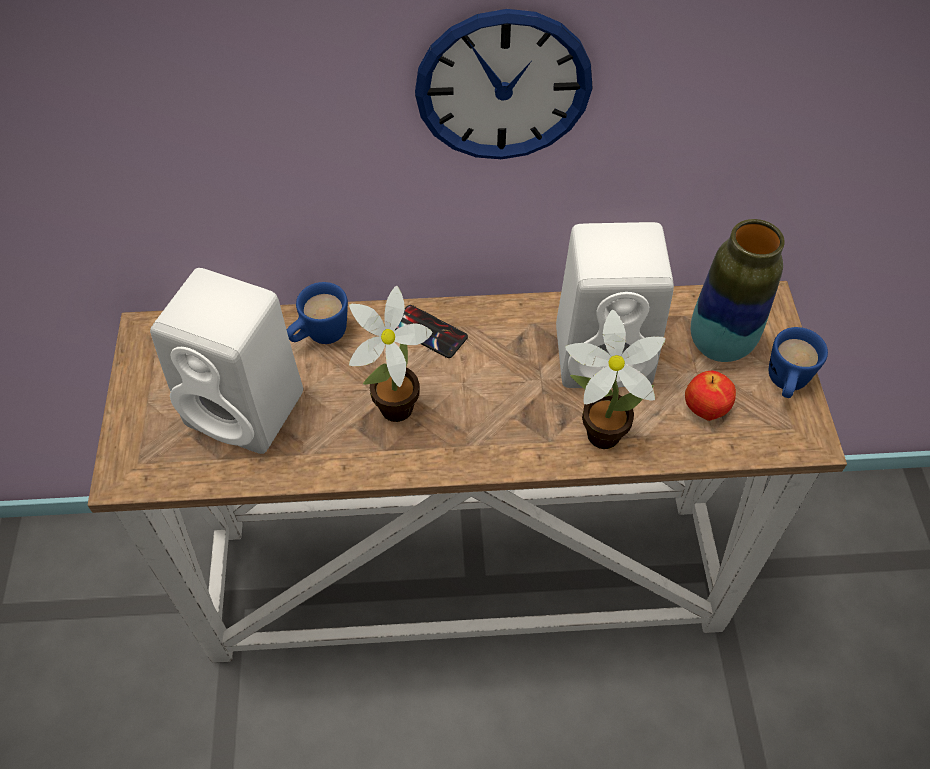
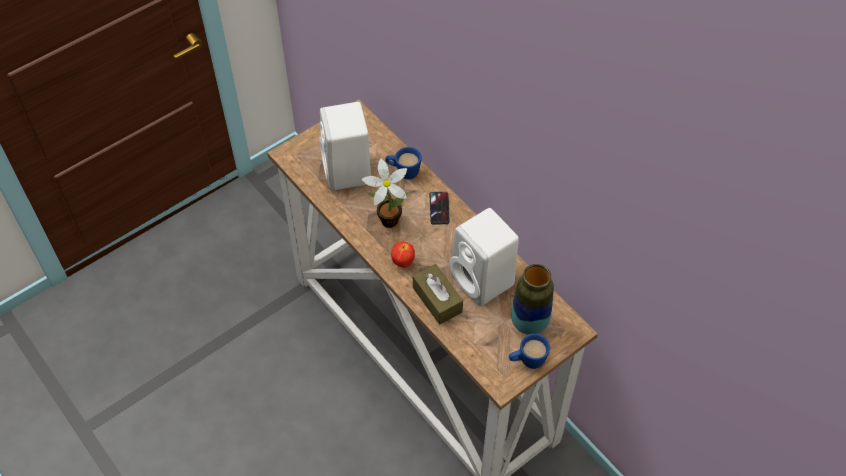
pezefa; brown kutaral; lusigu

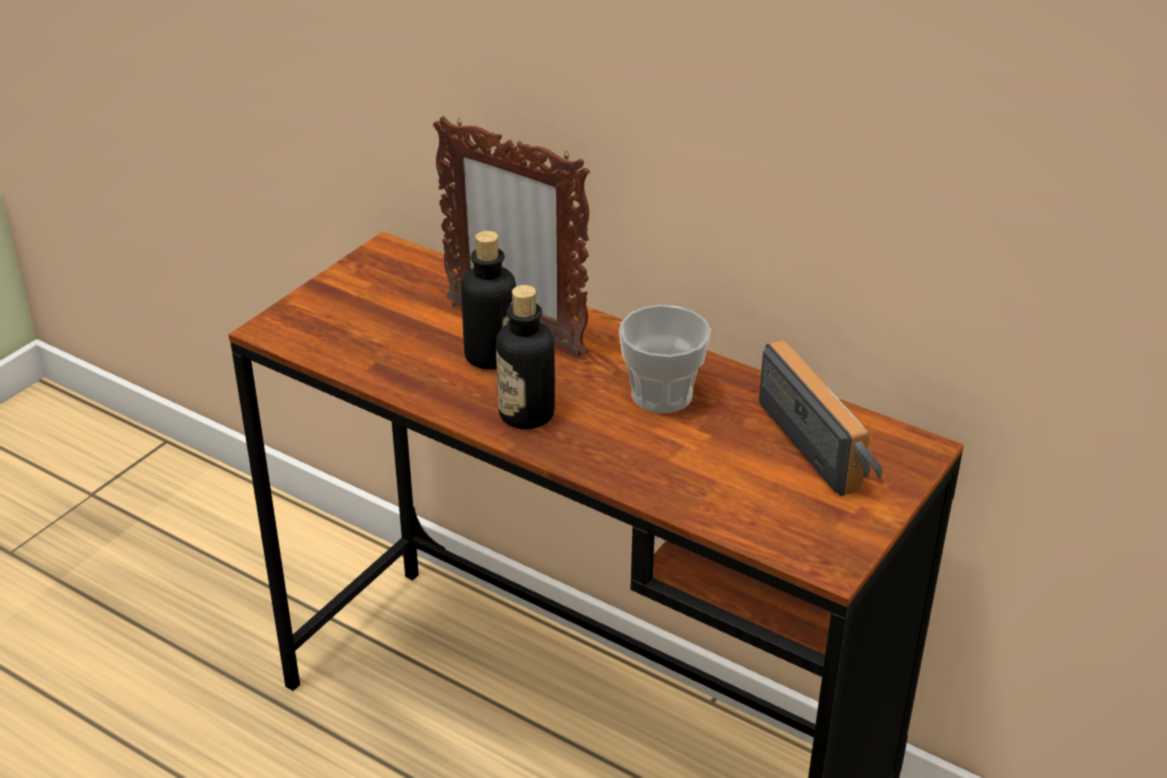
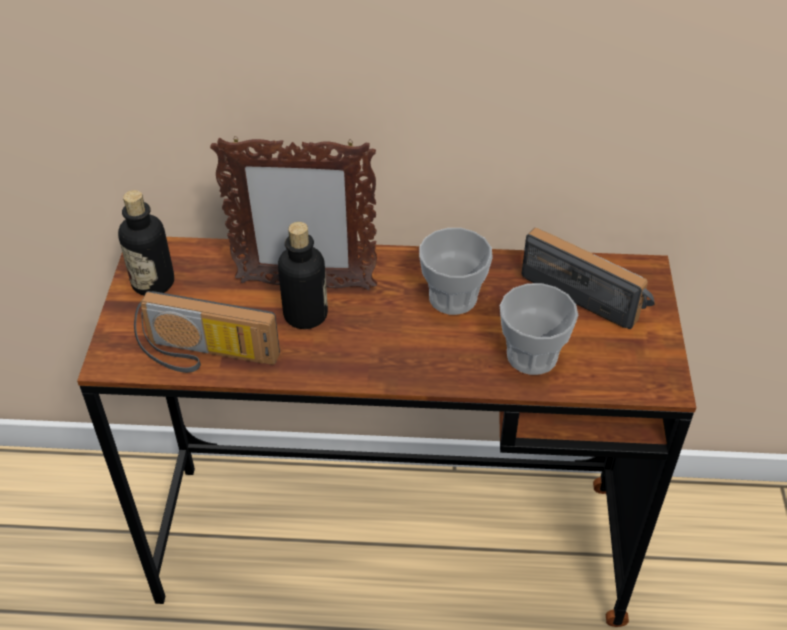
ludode (no. 1 from left); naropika (no. 2 from left); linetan (no. 1 from left)

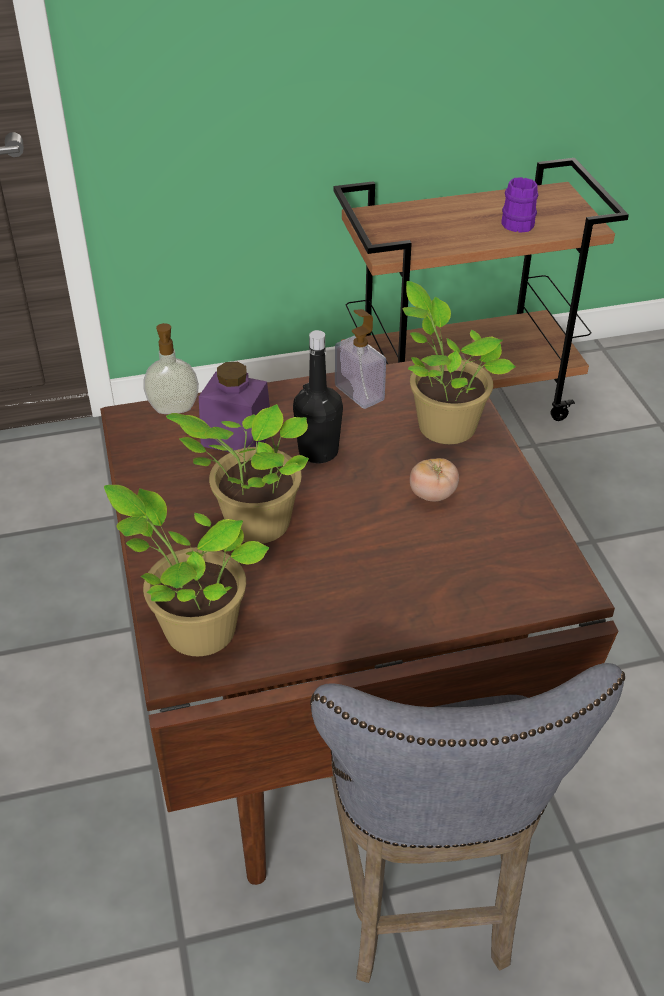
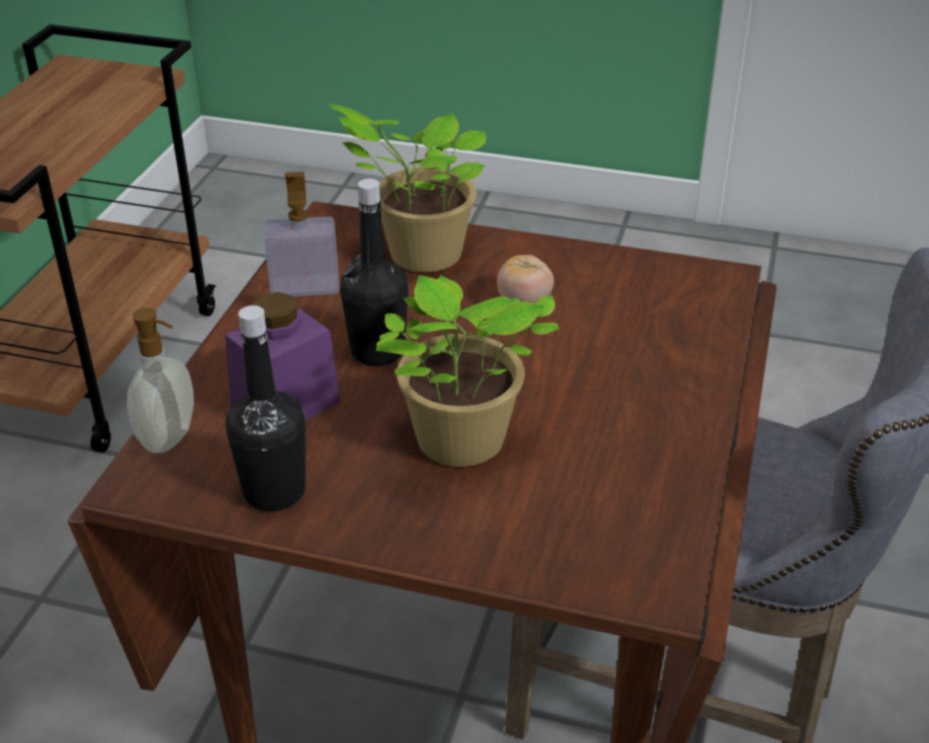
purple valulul; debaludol (no. 1 from left in the first image); black ludode (no. 1 from left)

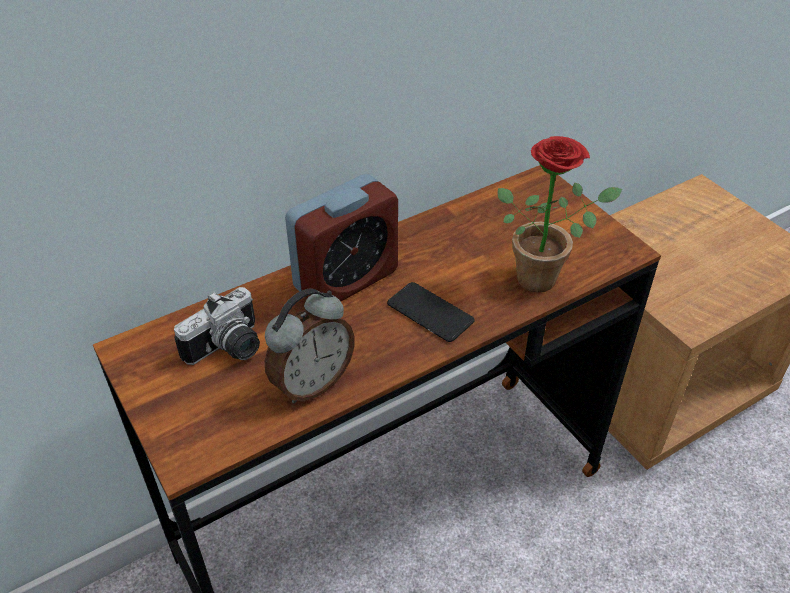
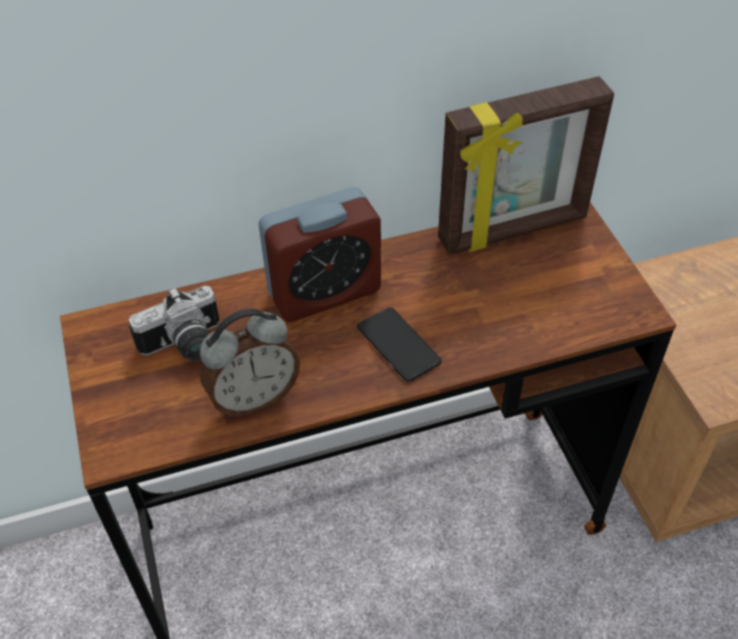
debaludol; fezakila

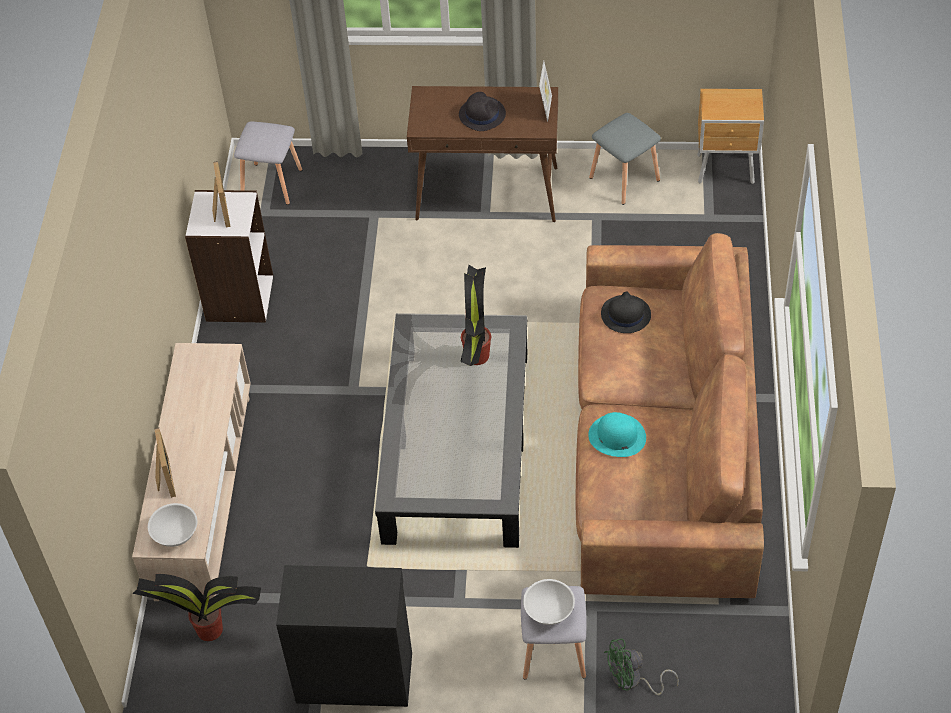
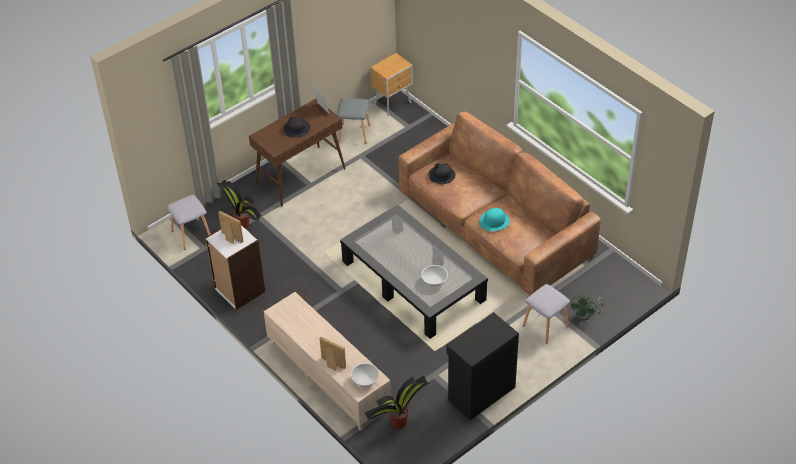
debaludol (no. 1 from left); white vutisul (no. 2 from left)

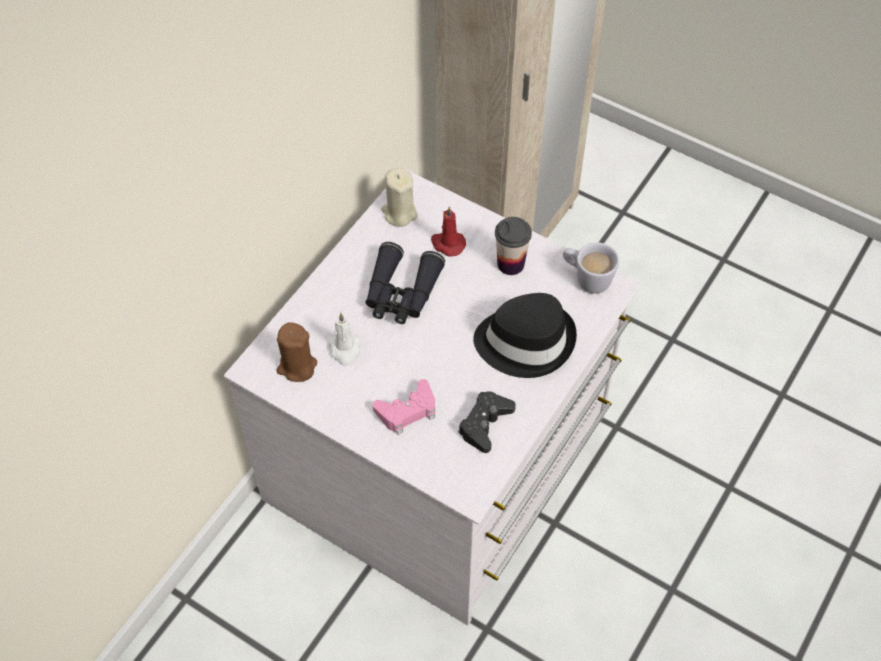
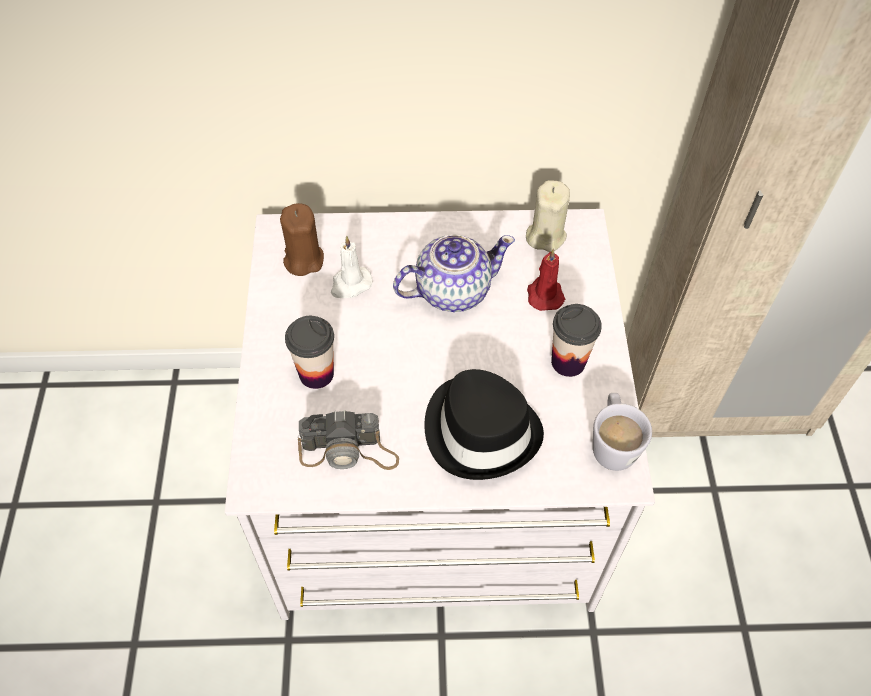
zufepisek; naropika (no. 1 from left); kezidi

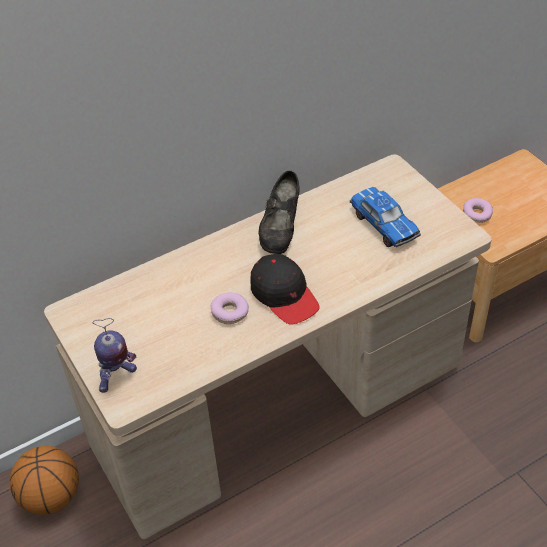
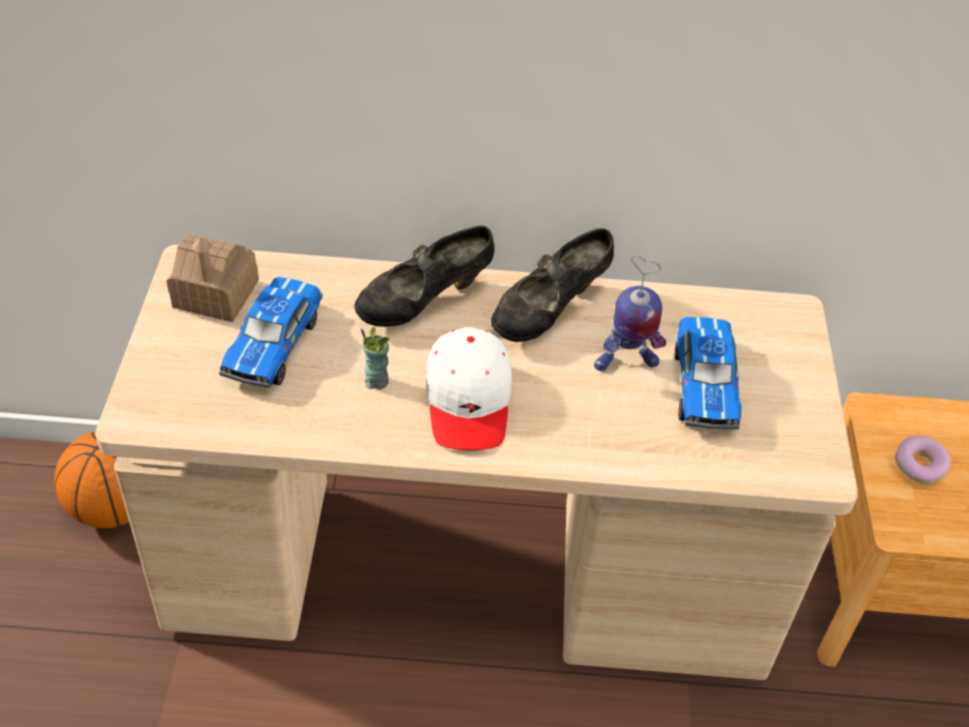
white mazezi; naropika; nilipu; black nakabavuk (no. 1 from left); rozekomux; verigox (no. 1 from left)

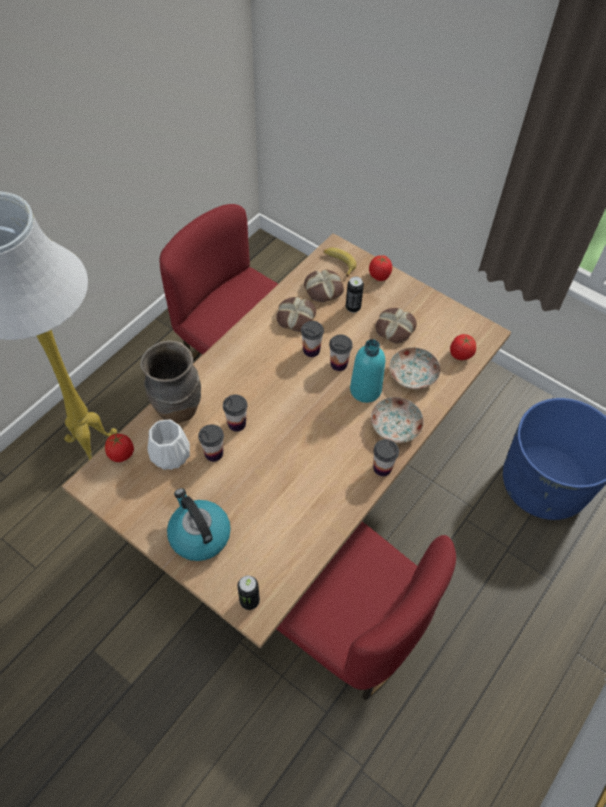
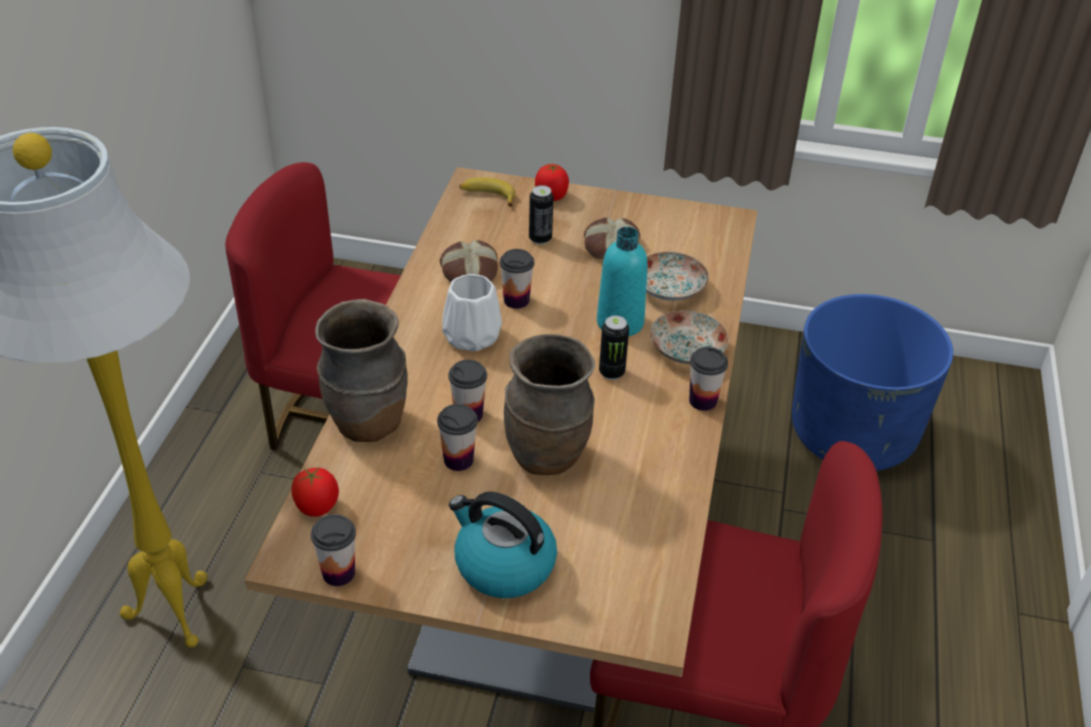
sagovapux (no. 2 from left in the first image); naropika (no. 1 from left); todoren (no. 3 from left in the first image); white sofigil; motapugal (no. 2 from left); brown sofigil (no. 2 from left)

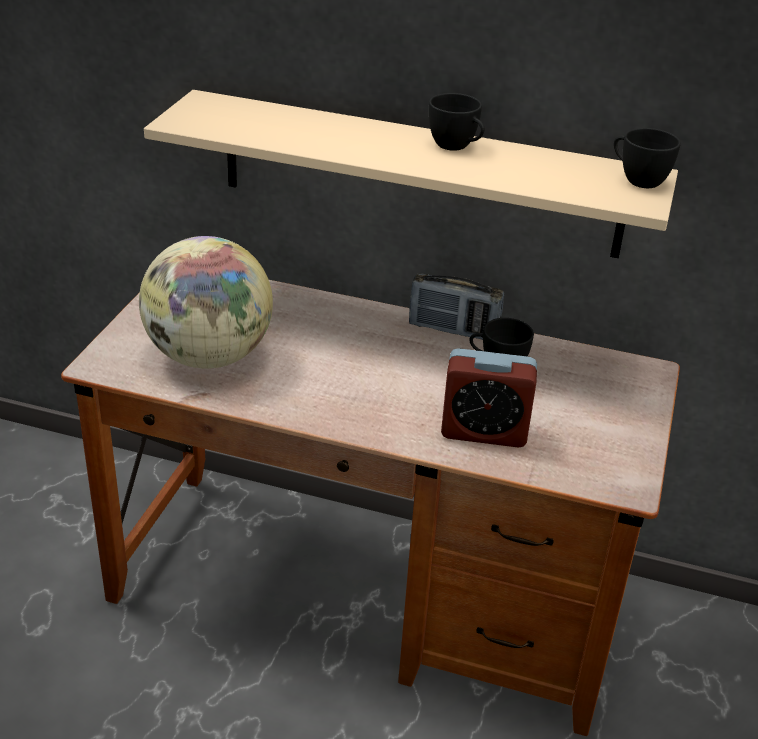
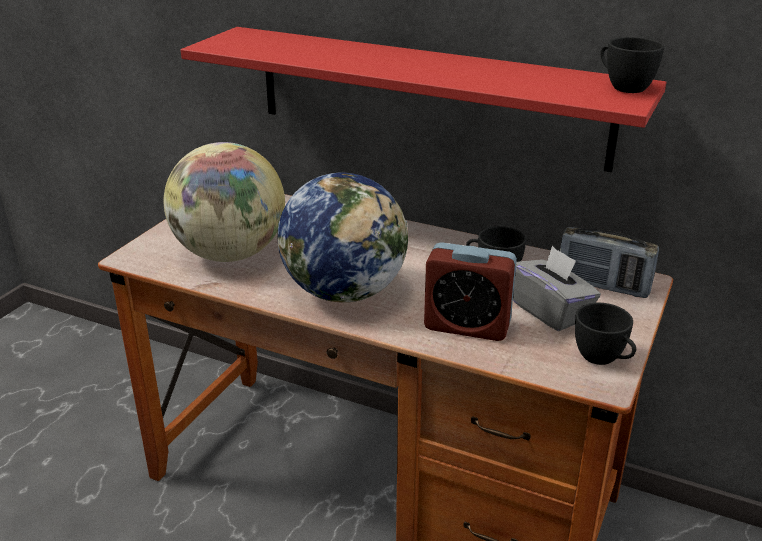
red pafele; black naropika (no. 2 from left); linetan; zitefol (no. 2 from left); grey kutaral

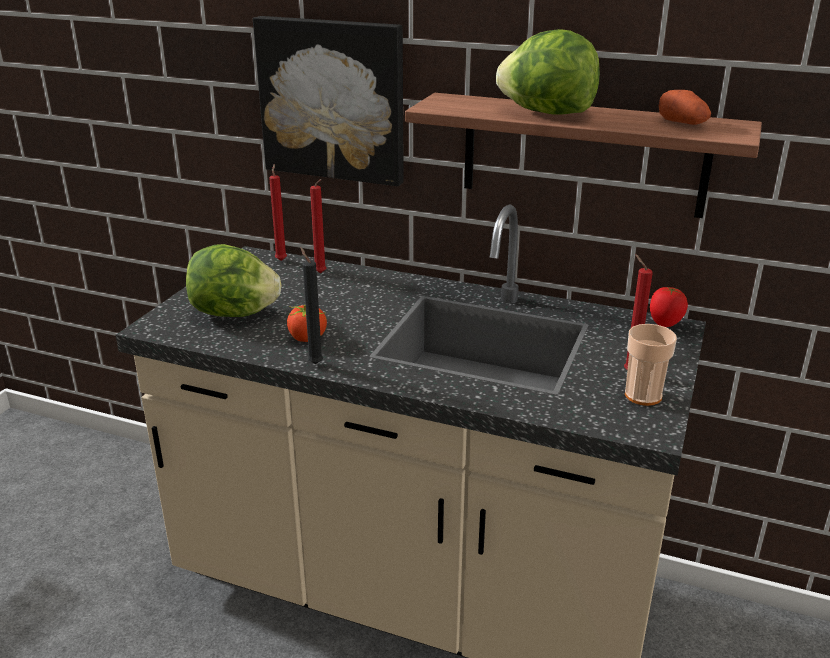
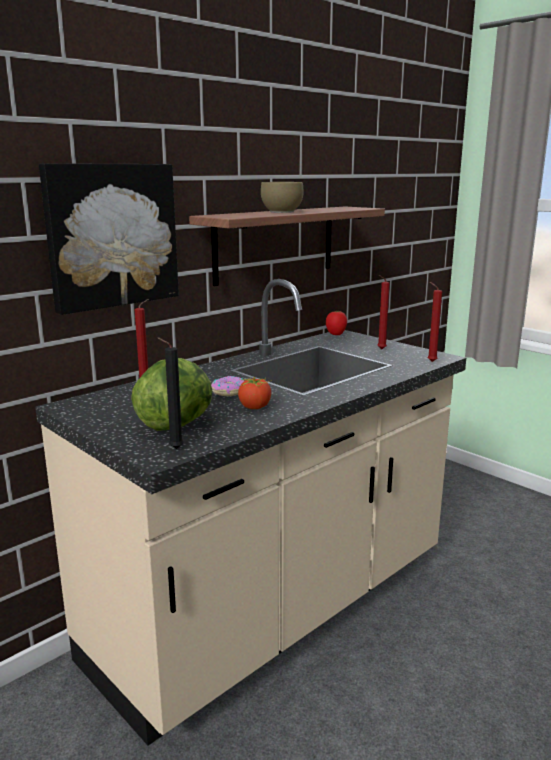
brown vutisul; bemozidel; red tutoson (no. 3 from left); black tutoson; naropika; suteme

